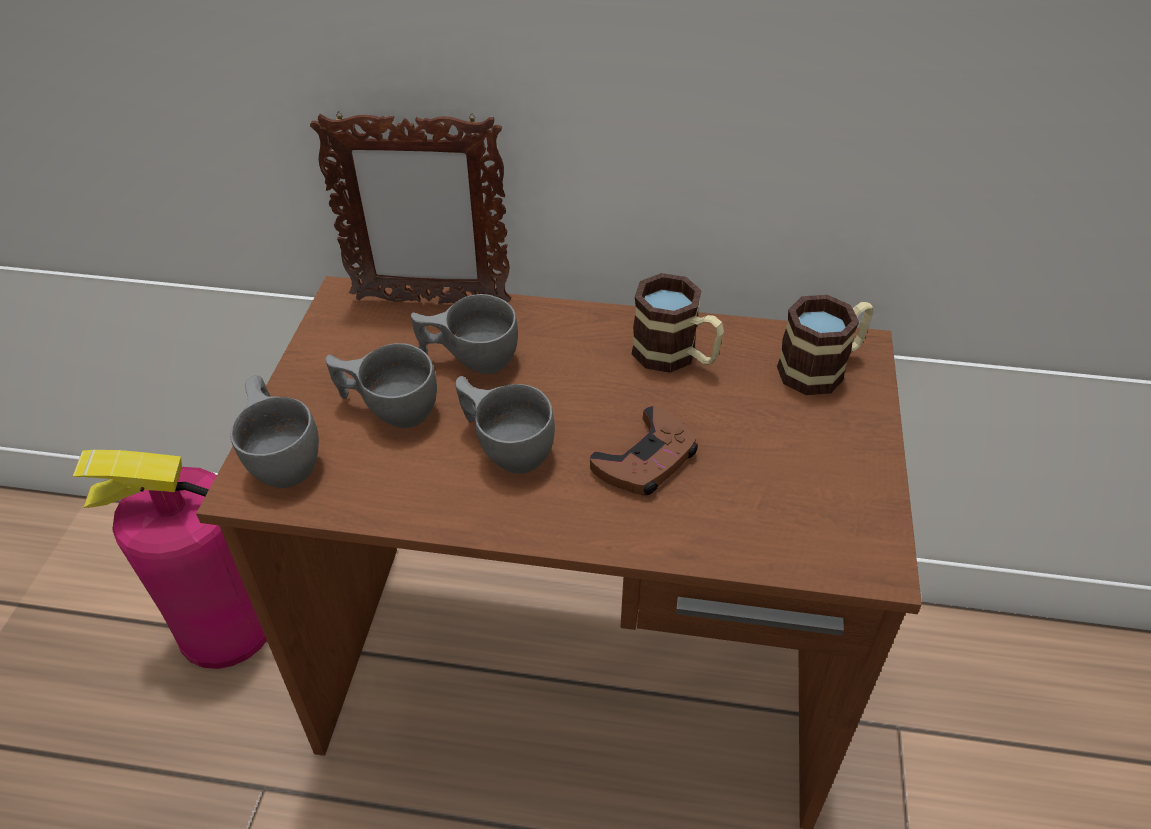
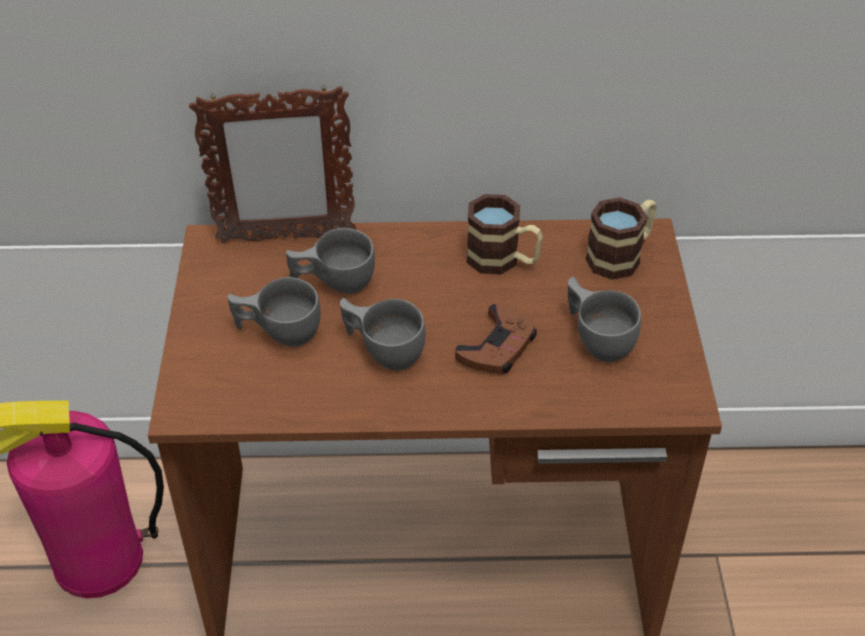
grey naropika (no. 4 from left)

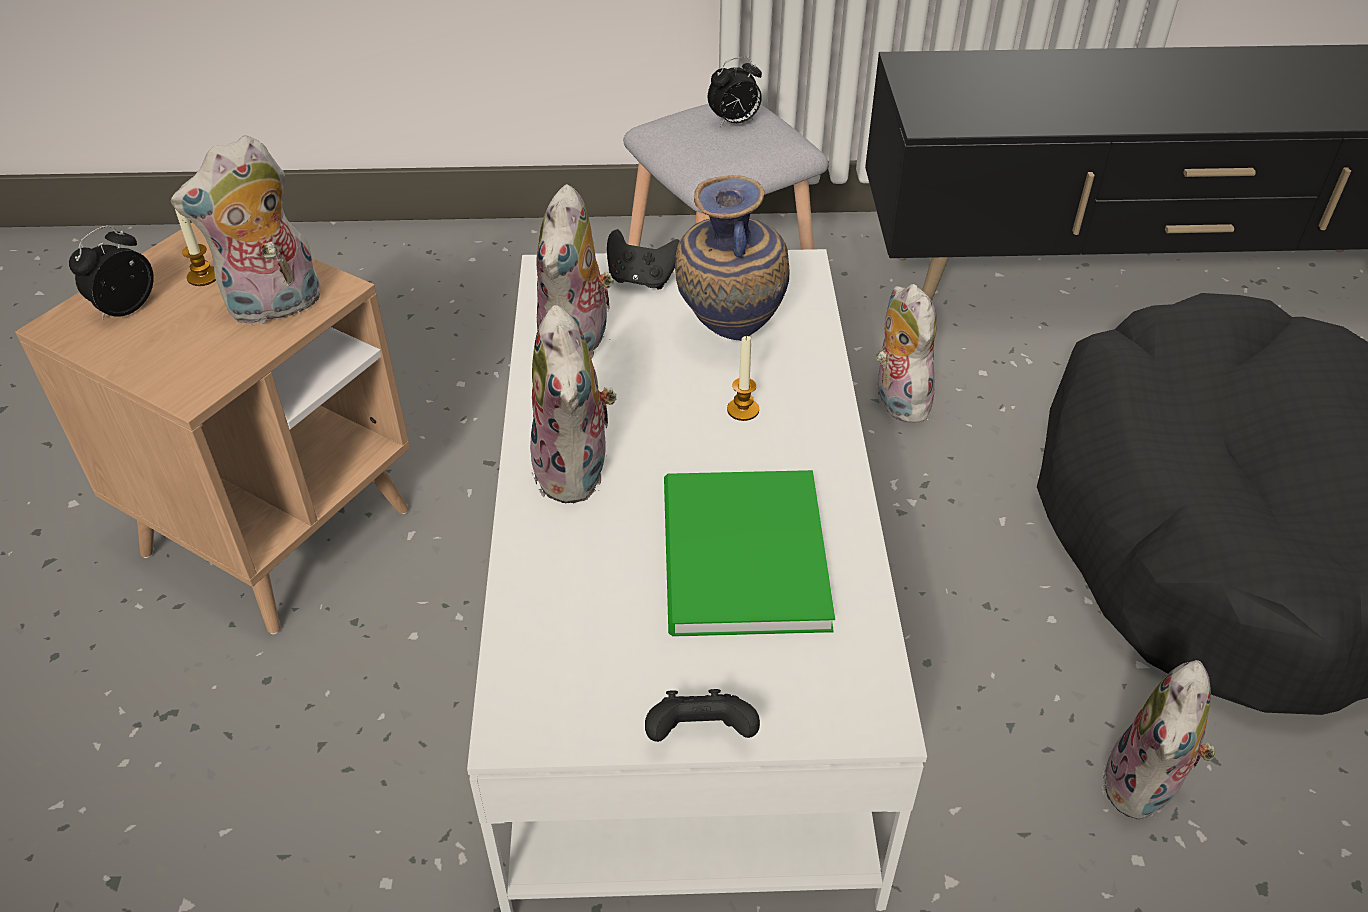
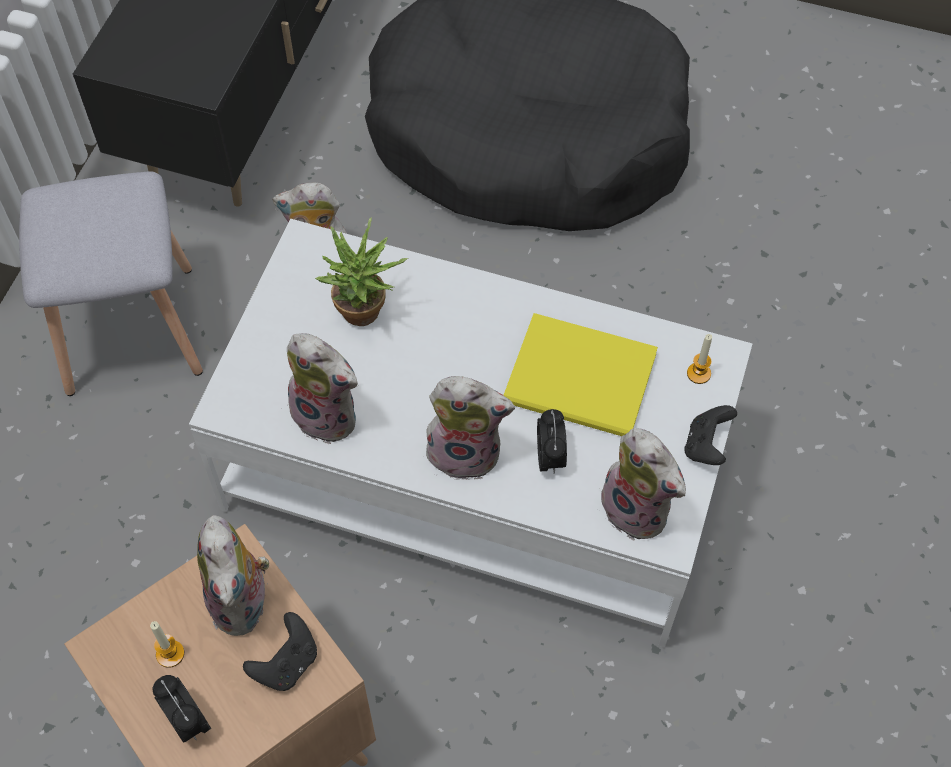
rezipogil (no. 2 from left); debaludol; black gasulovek (no. 1 from left); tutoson (no. 2 from left); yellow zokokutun; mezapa (no. 5 from left)

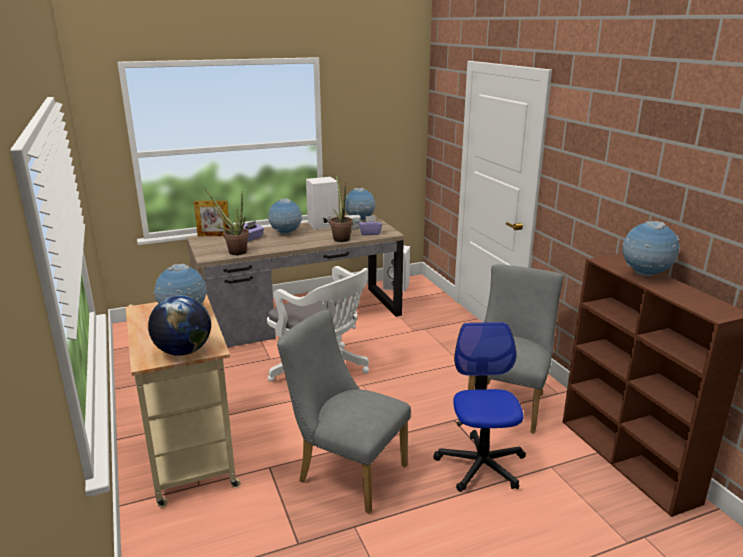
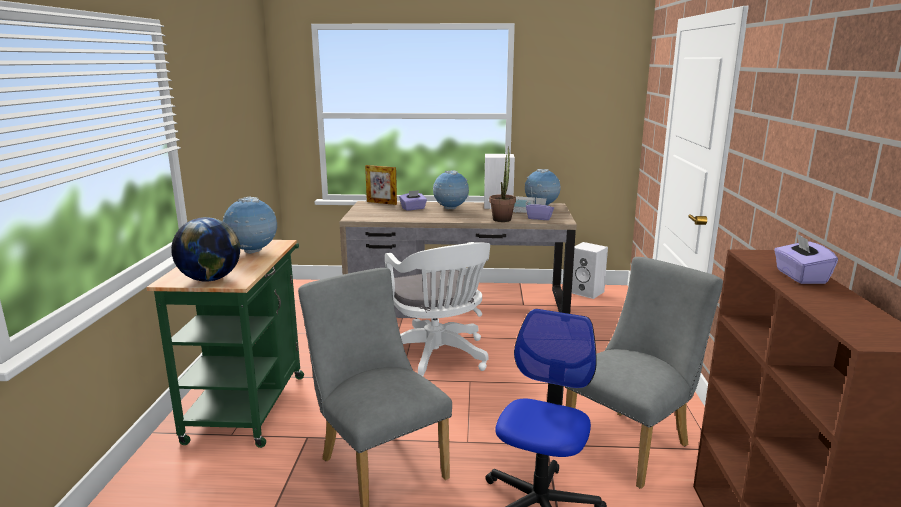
debaludol (no. 1 from left in the first image); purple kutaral (no. 3 from left); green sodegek

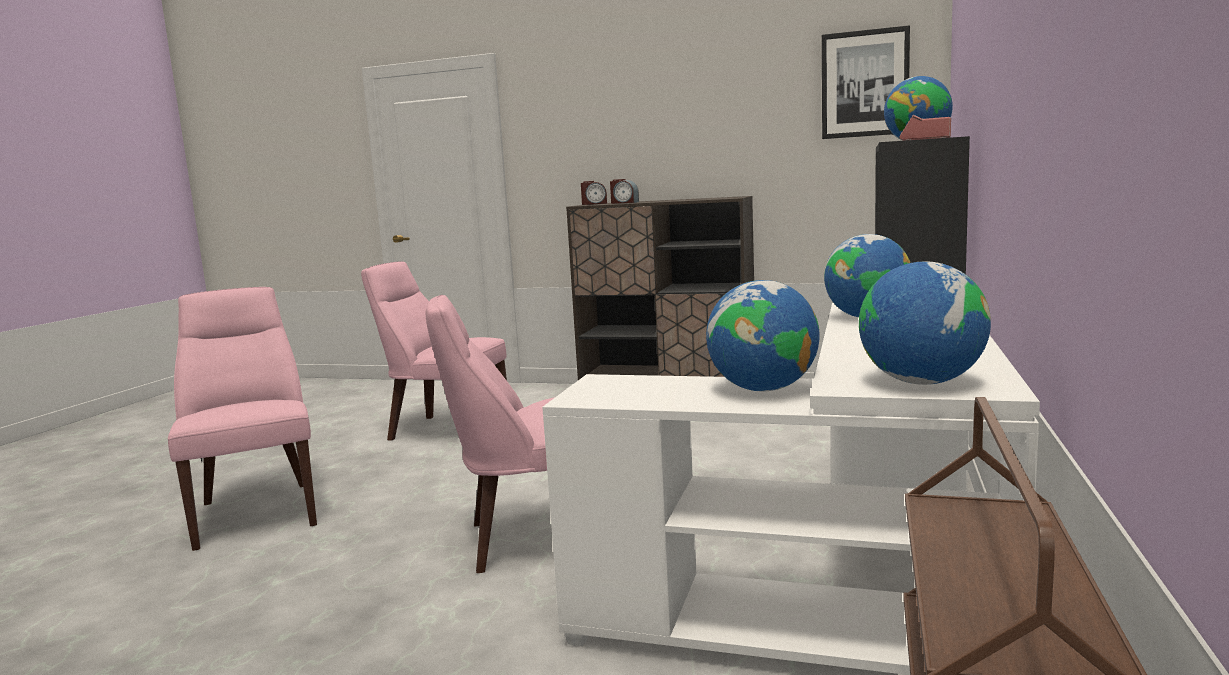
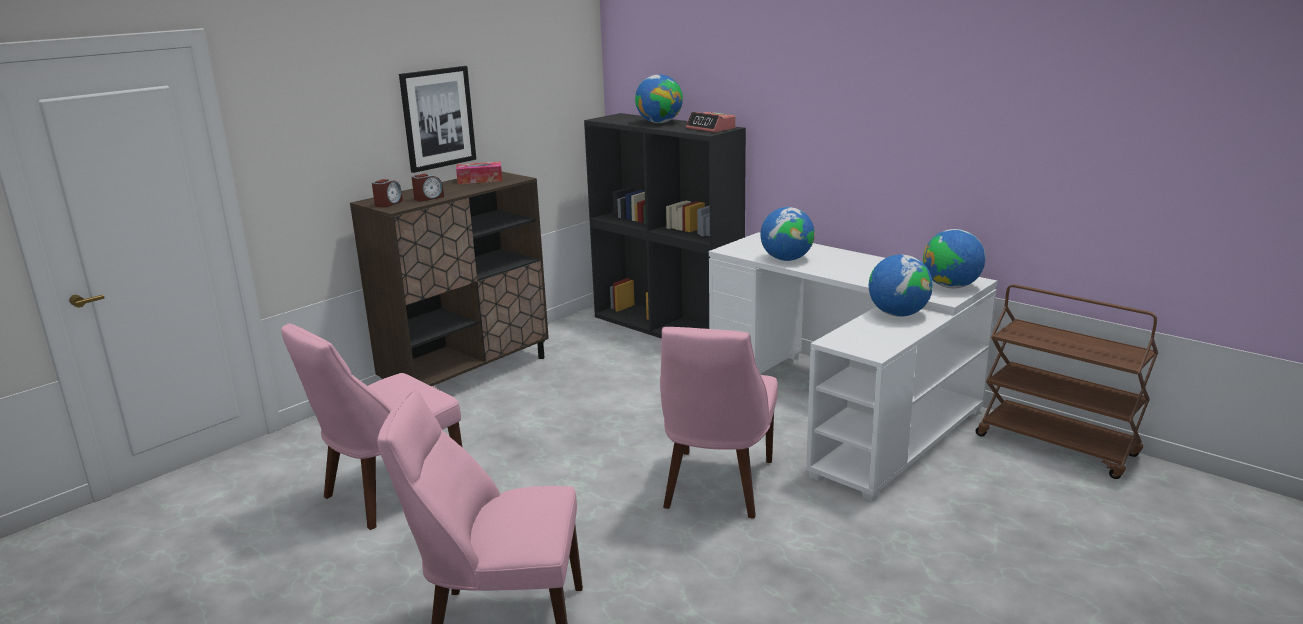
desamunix; kutaral

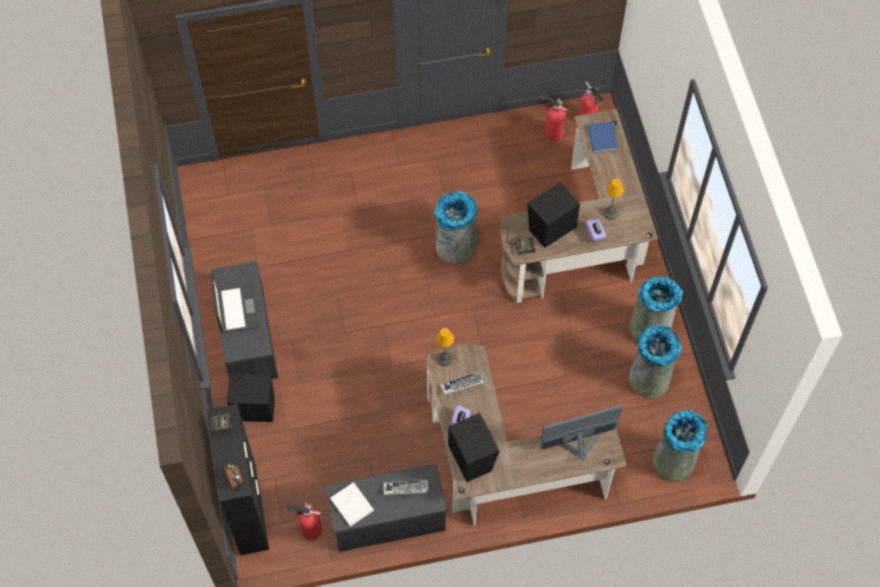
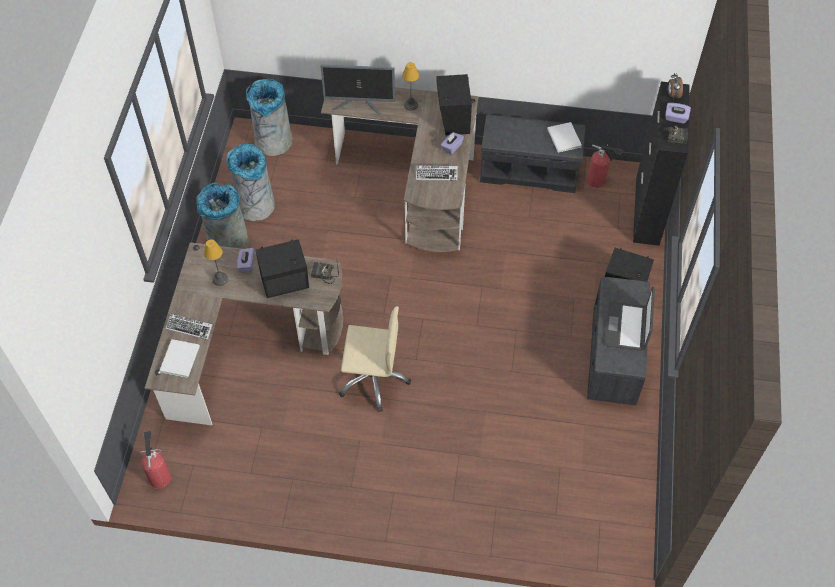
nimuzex (no. 2 from left in the first image); white zokokutun (no. 1 from left); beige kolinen; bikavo (no. 2 from left); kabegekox (no. 1 from left); purple kutaral (no. 3 from left)

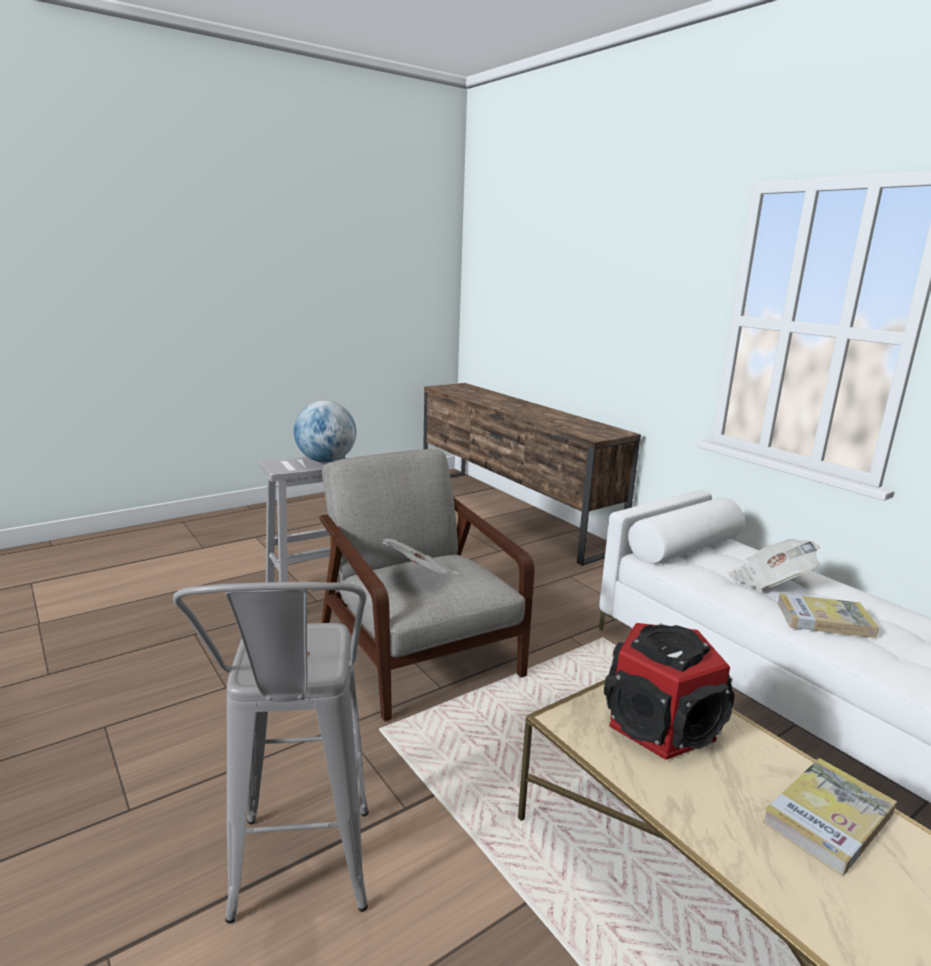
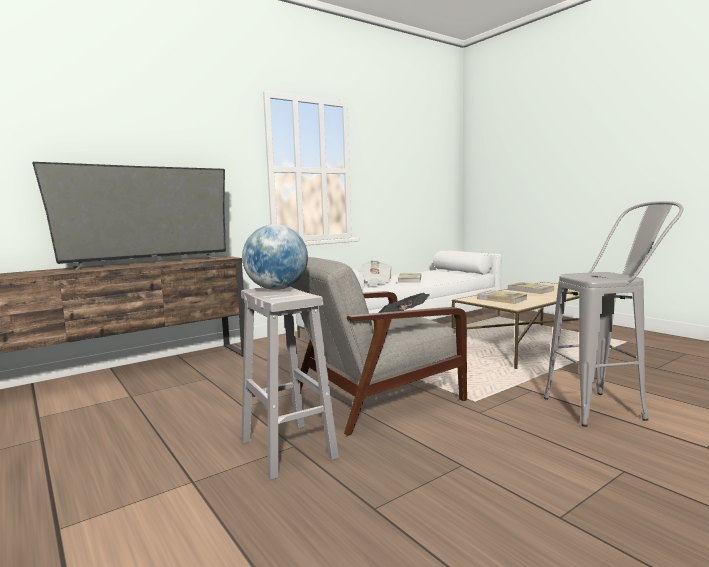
zokokutun (no. 2 from left); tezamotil

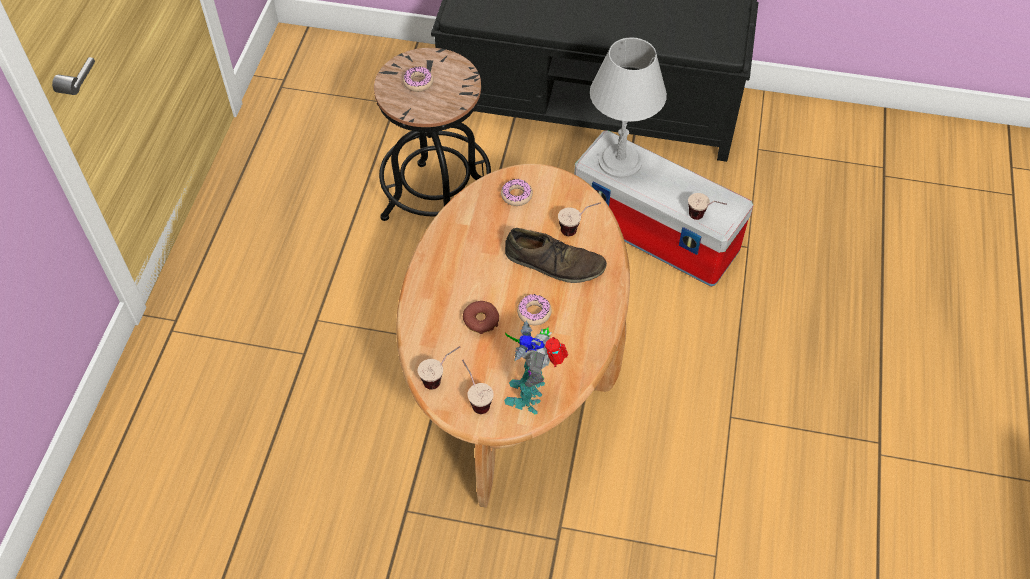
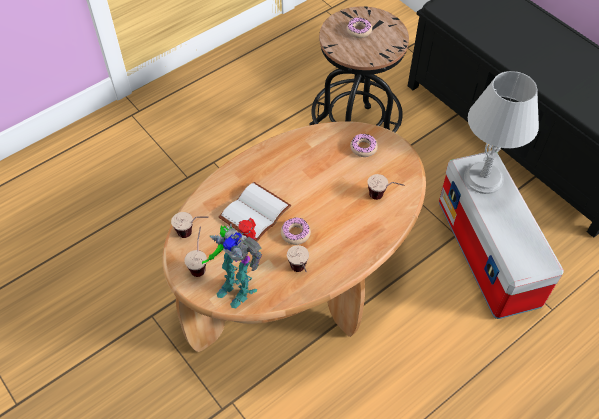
naropika (no. 3 from left); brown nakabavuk; white zokokutun; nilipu

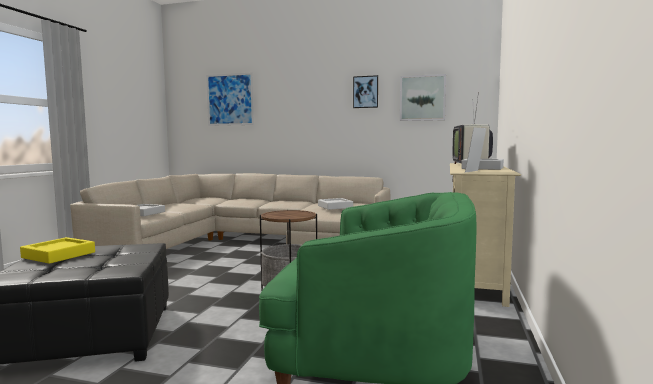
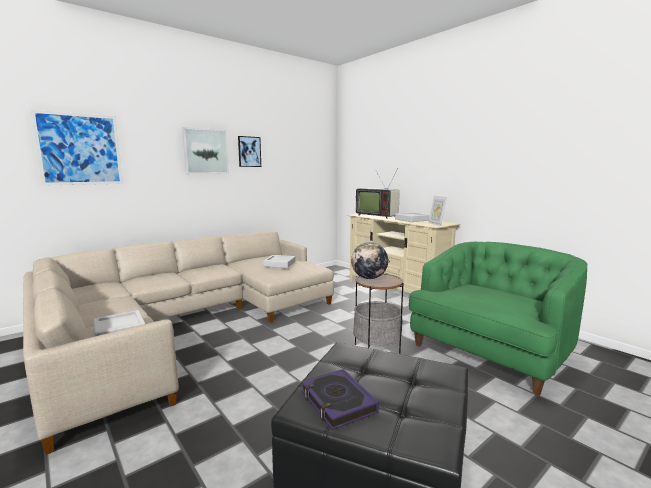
desamunix (no. 2 from left); zokokutun; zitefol

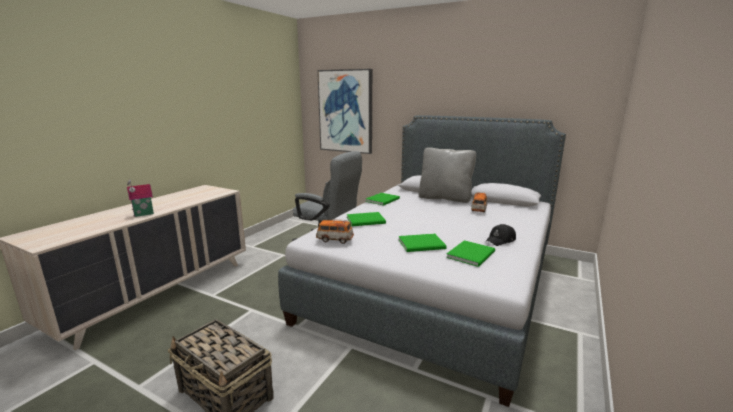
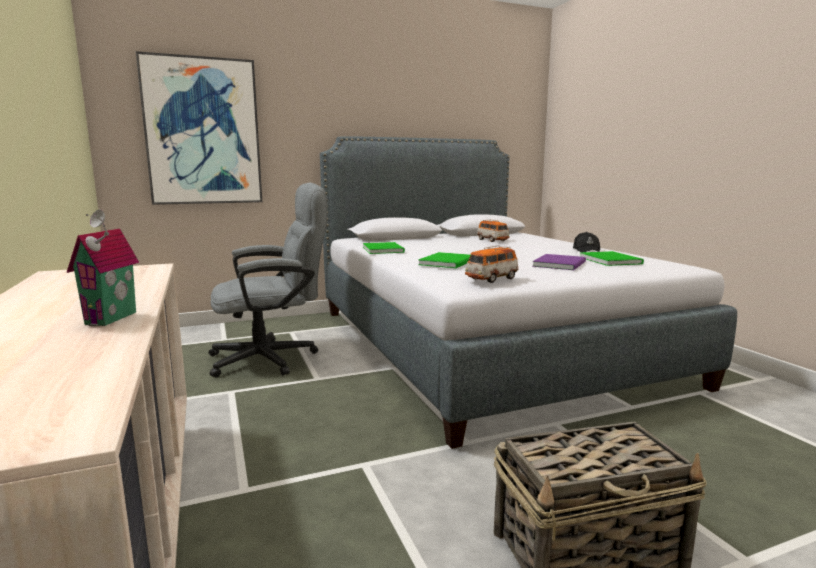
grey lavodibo; purple zokokutun

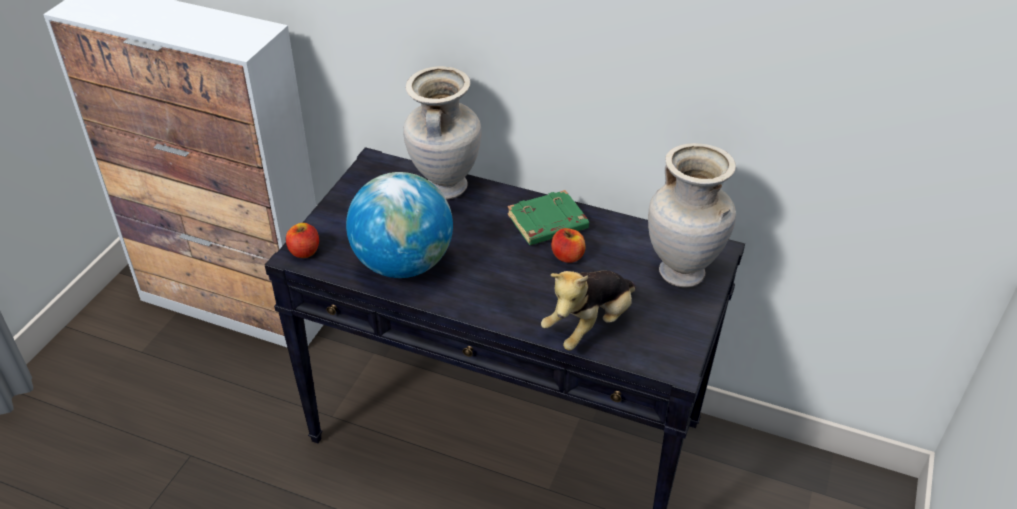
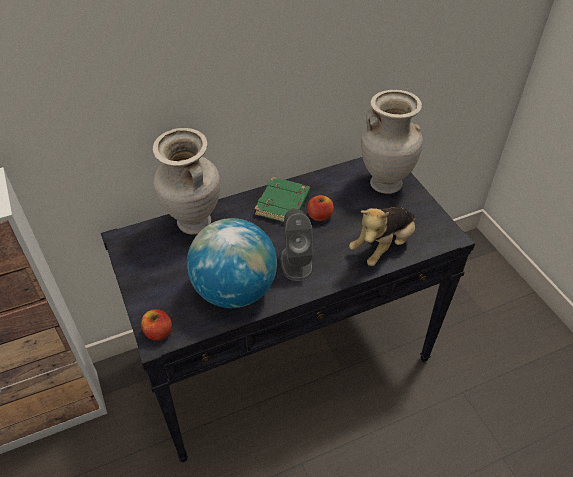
mezapa; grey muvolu

